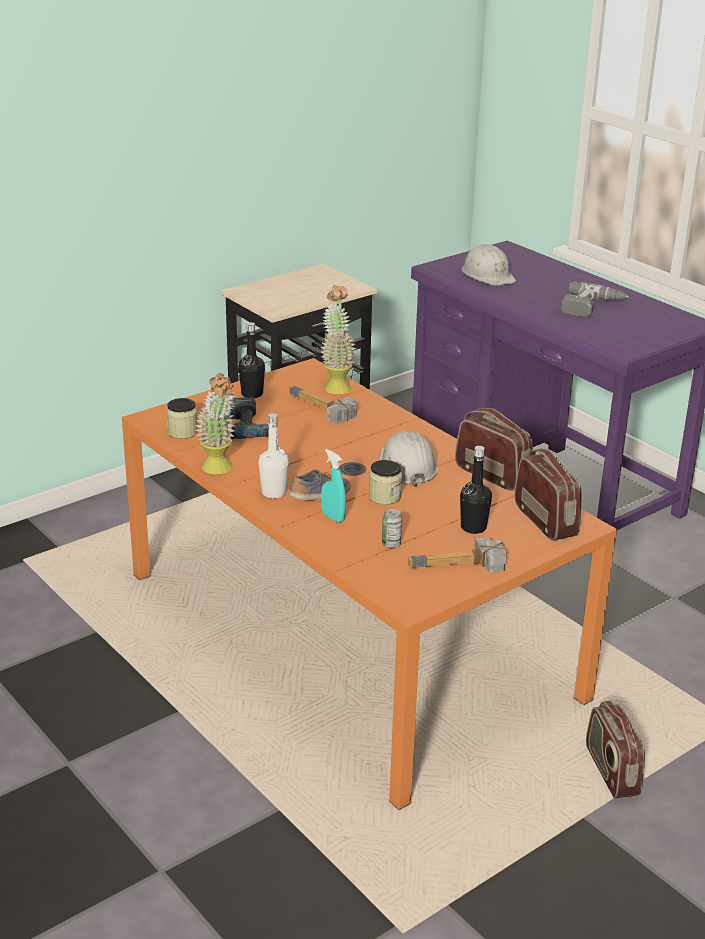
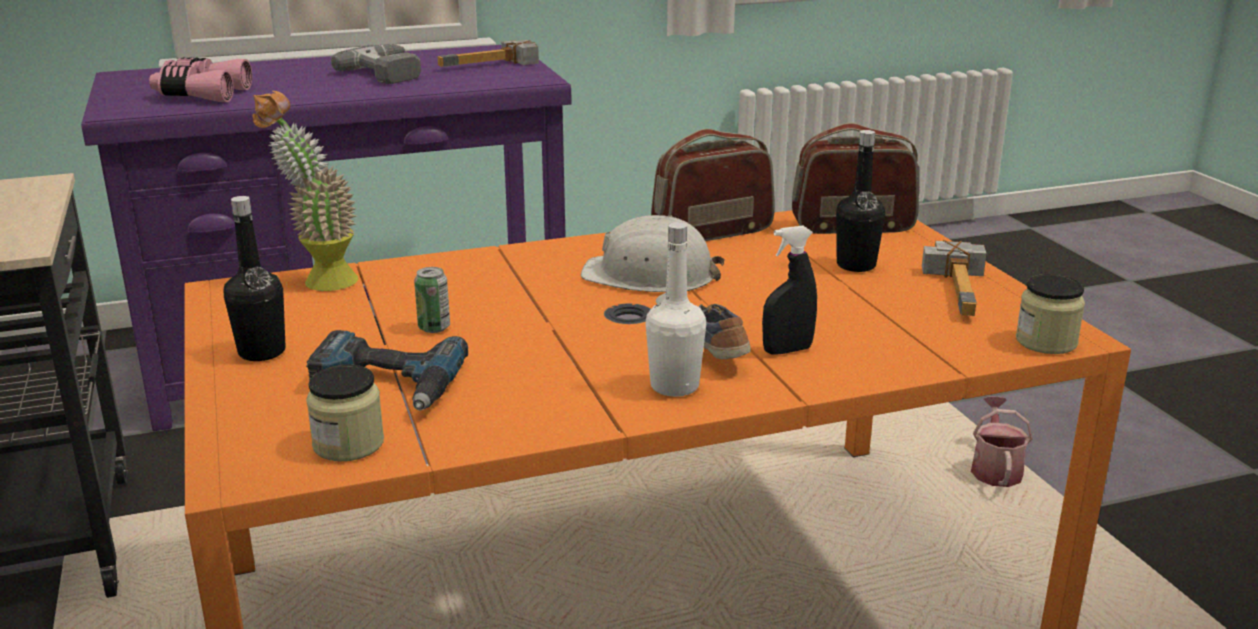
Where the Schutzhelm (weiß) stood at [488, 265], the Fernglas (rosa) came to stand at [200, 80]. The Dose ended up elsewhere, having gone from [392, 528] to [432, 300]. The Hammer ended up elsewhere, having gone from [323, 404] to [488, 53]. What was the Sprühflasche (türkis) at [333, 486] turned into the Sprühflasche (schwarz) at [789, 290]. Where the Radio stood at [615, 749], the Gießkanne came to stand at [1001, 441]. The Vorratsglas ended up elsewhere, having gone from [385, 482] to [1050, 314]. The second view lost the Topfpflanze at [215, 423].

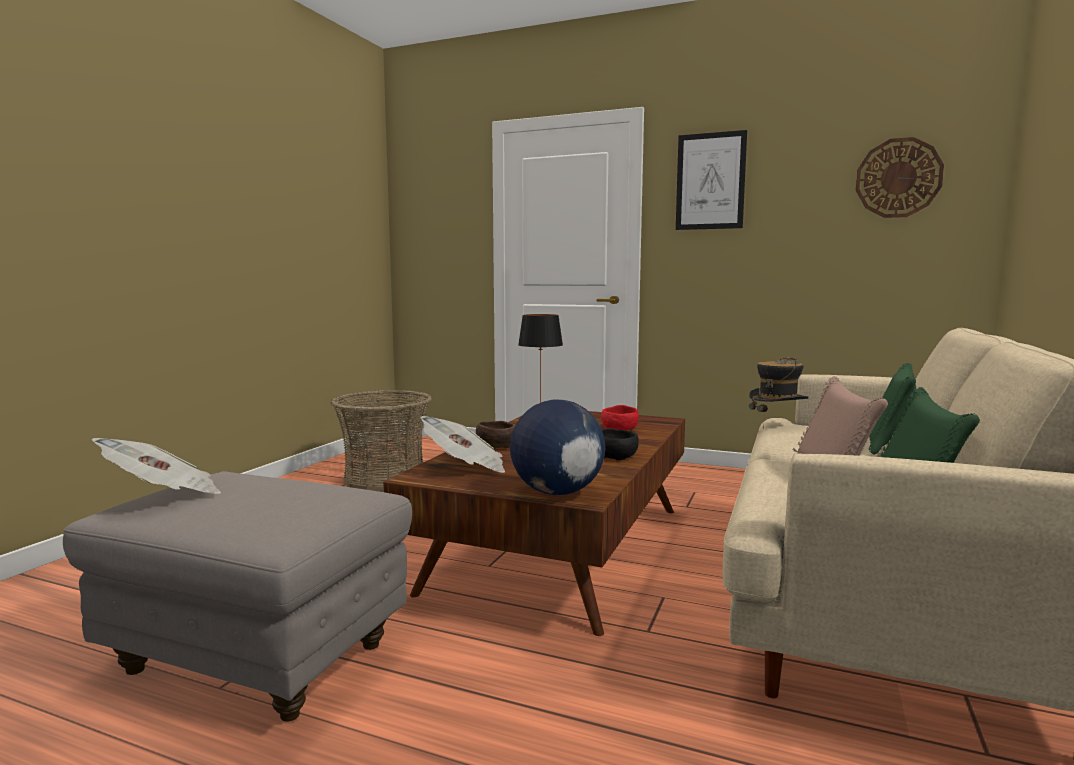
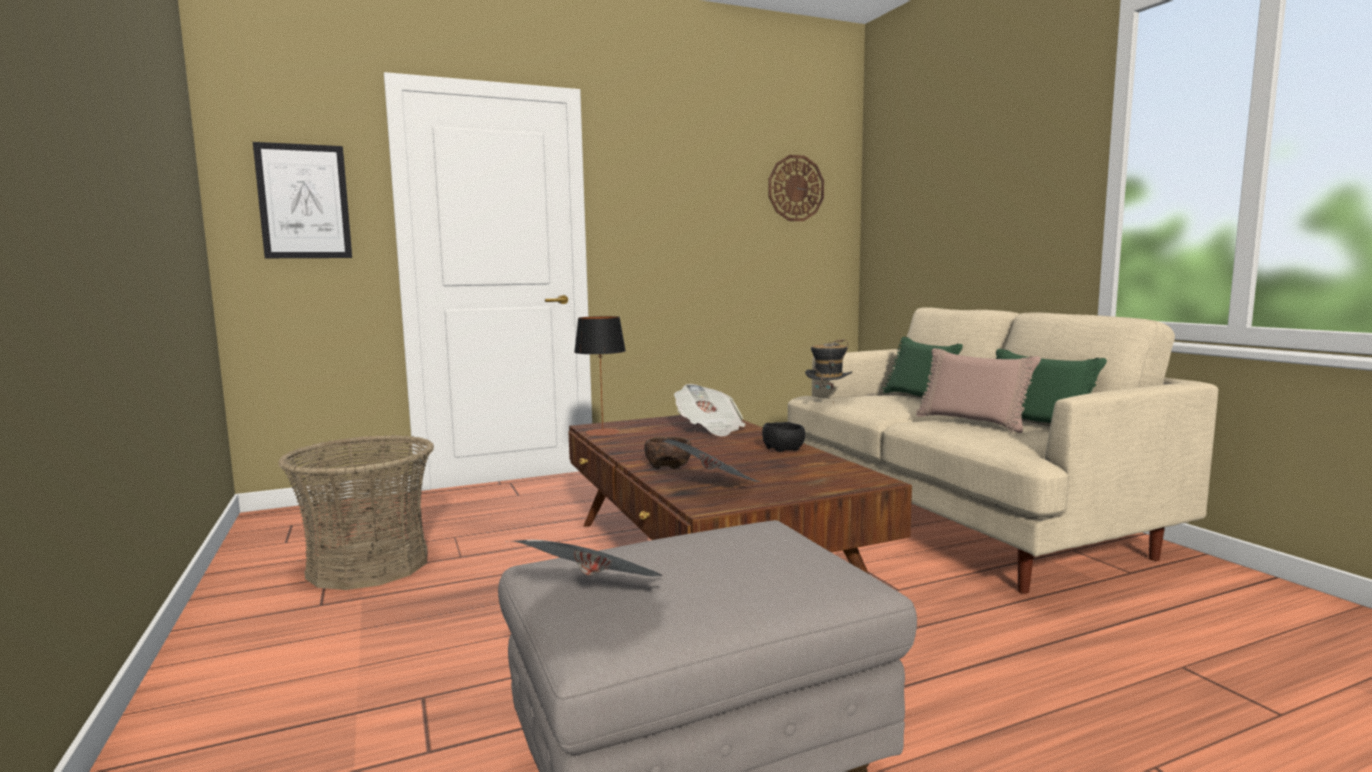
The Bild ended up elsewhere, having gone from [711, 180] to [302, 200]. Where the Schüssel (rot) stood at [620, 418], the Zeitung came to stand at [710, 410]. The second view lost the Globus at [557, 447].

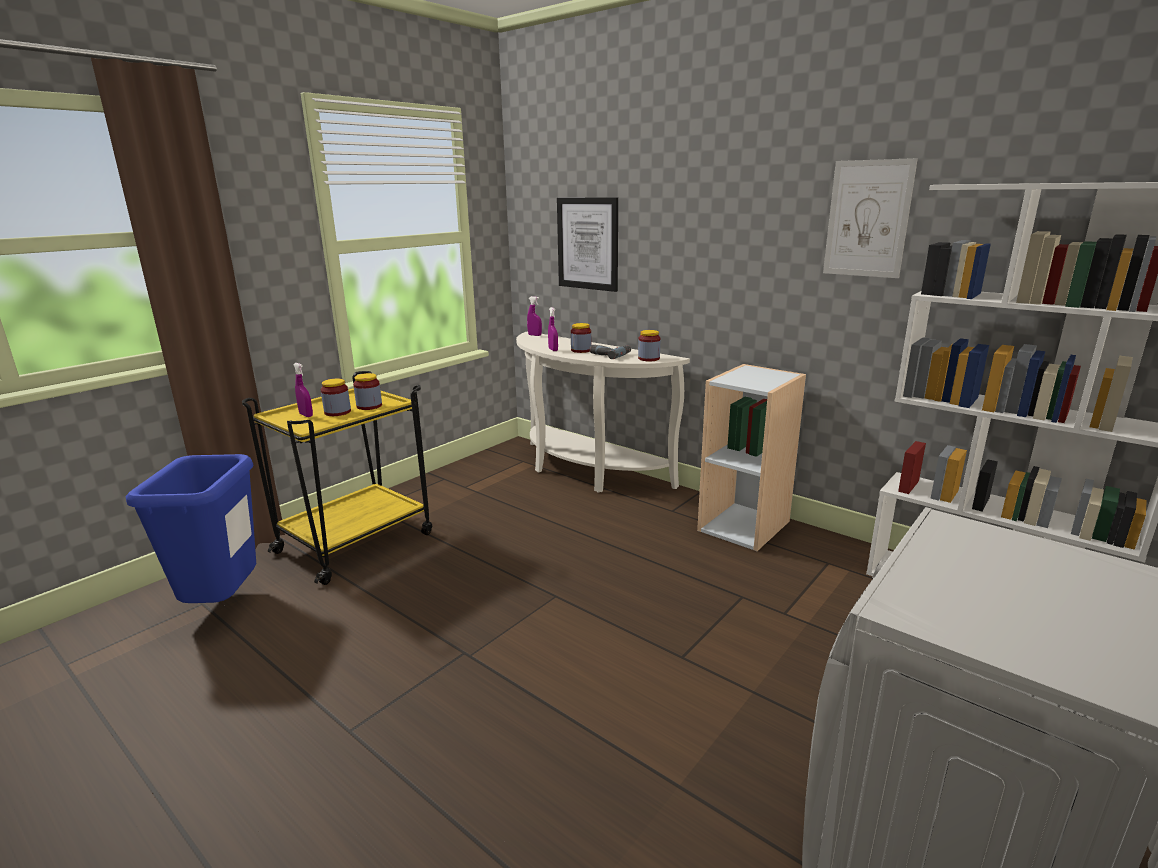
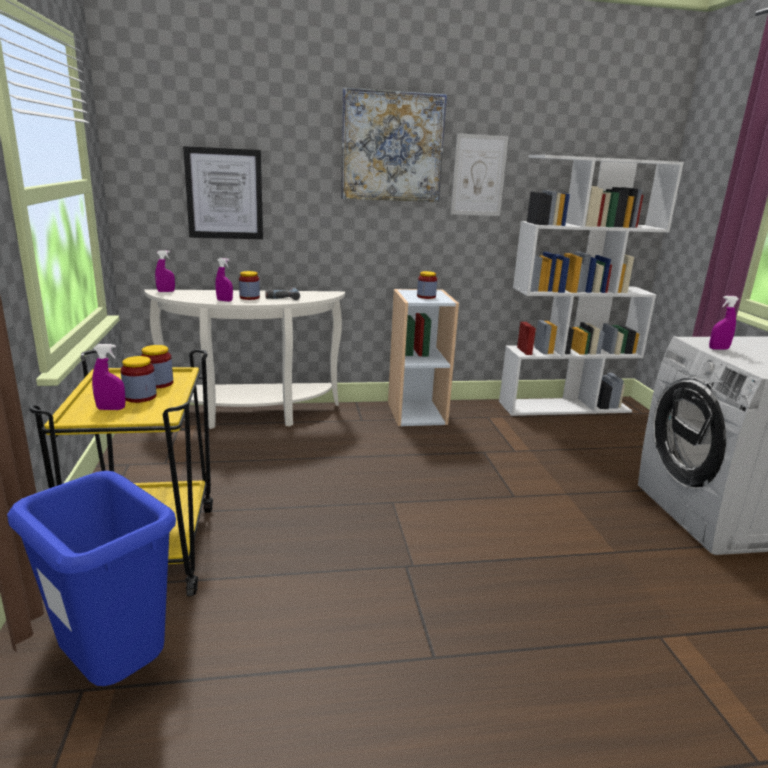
The second view gained the Bild at [394, 145]. The Vorratsglas ended up elsewhere, having gone from [649, 345] to [427, 285]. The second view gained the Sprühflasche (lila) at [724, 323].

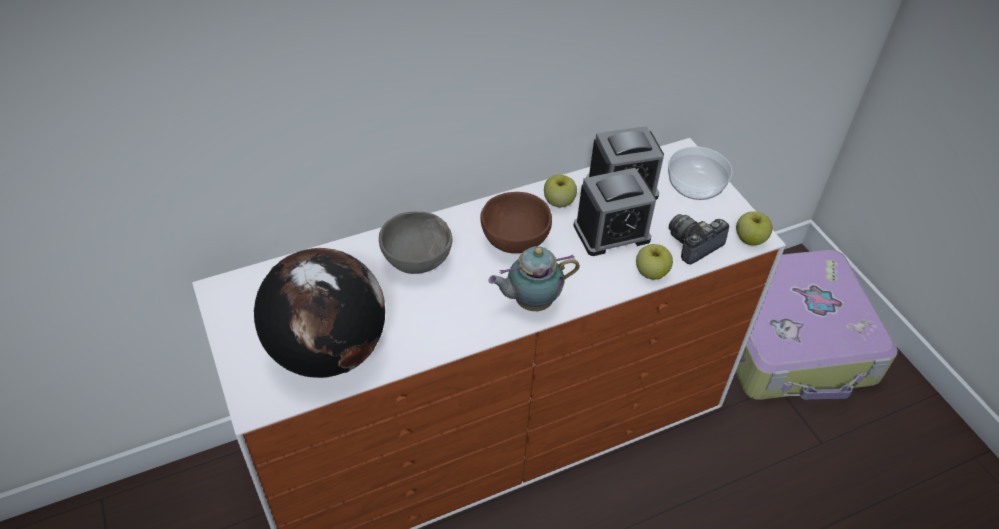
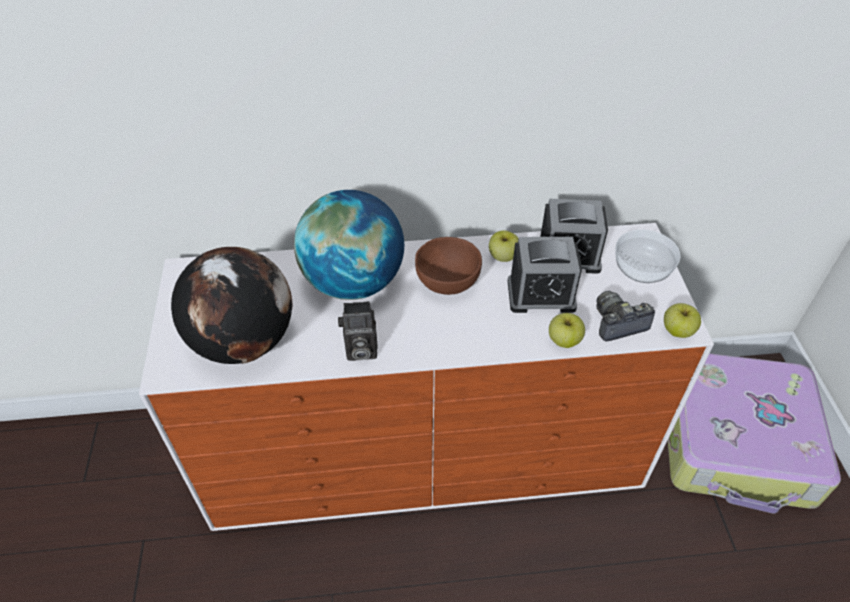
Where the Schüssel (grau) stood at [416, 243], the Globus came to stand at [349, 245]. The second view gained the Kamera at [358, 331]. The second view lost the Teekanne at [534, 278].

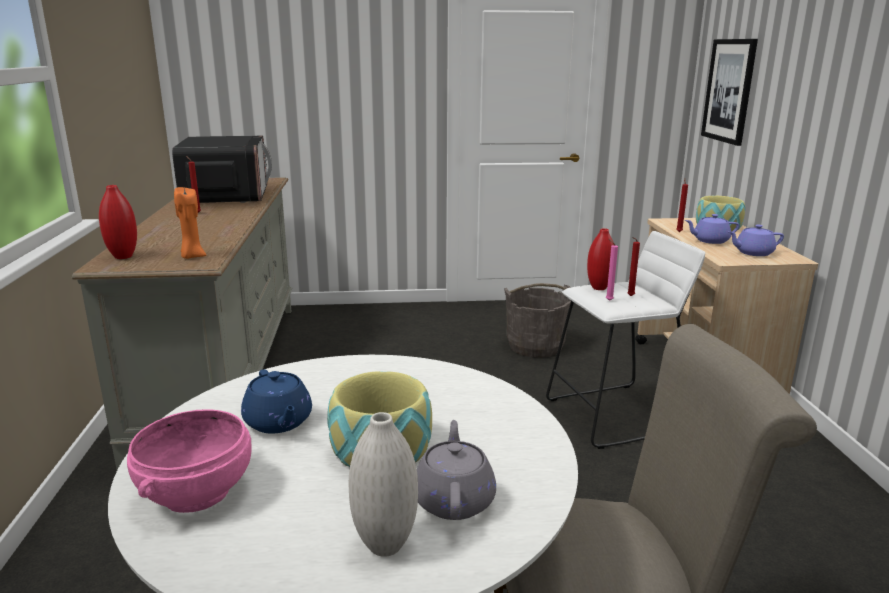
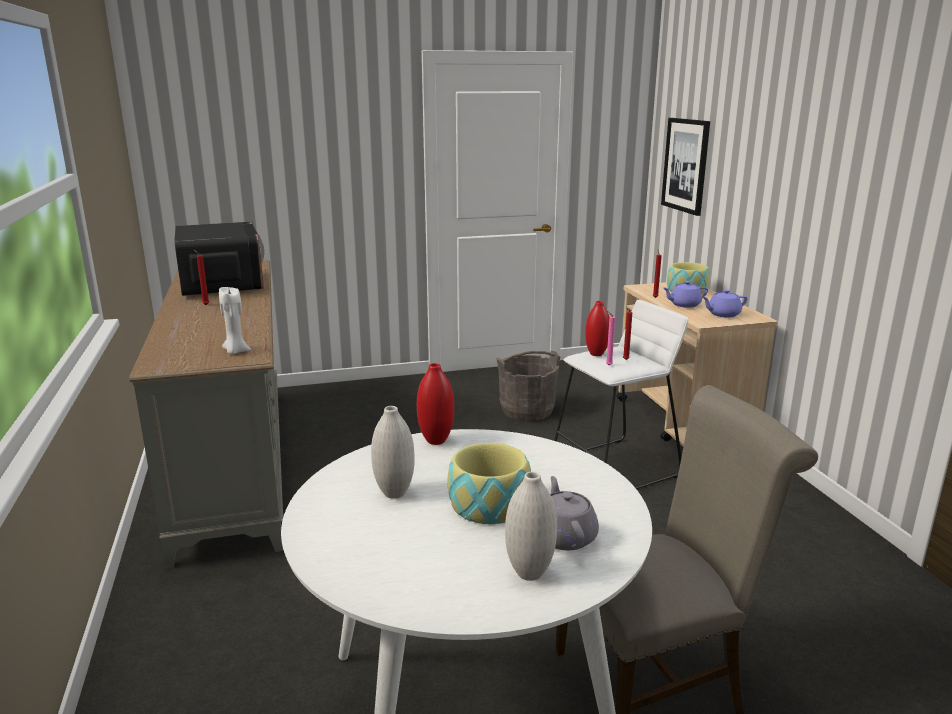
What was the Kerze (orange) at [190, 223] turned into the Kerze (weiß) at [235, 320]. Where the Teekanne (blau) stood at [276, 401], the Vase (weiß) came to stand at [393, 452]. The Vase (rot) ended up elsewhere, having gone from [118, 222] to [435, 404]. The second view lost the Schüssel (rosa) at [189, 461].

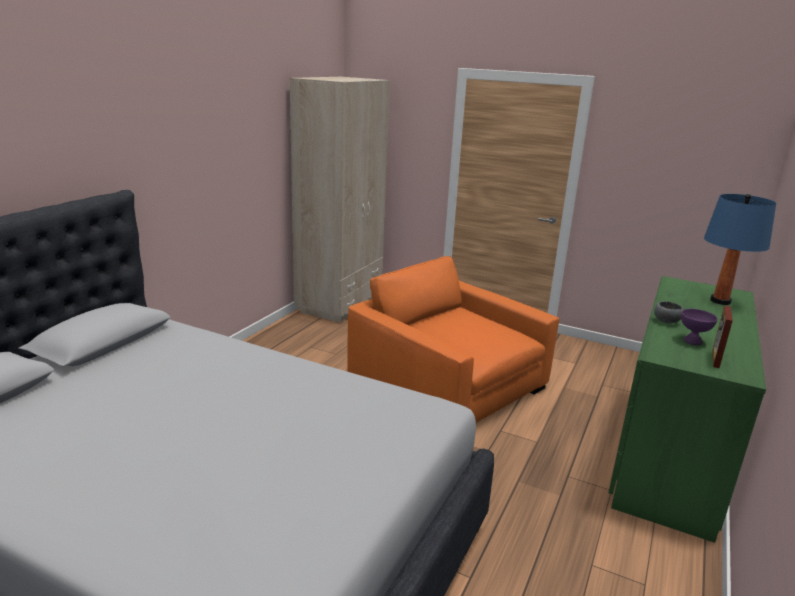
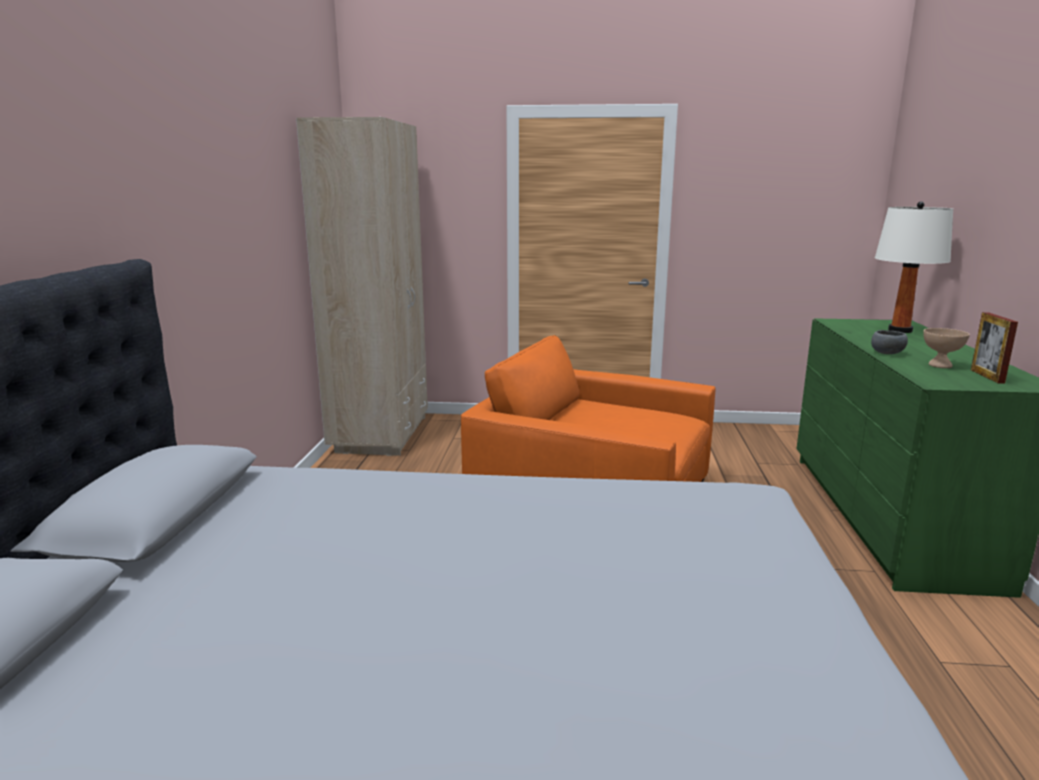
What was the Tischlampe (blau) at [740, 249] turned into the Tischlampe (weiß) at [914, 267]. What was the Schüssel (lila) at [699, 327] turned into the Schüssel (beige) at [946, 348].

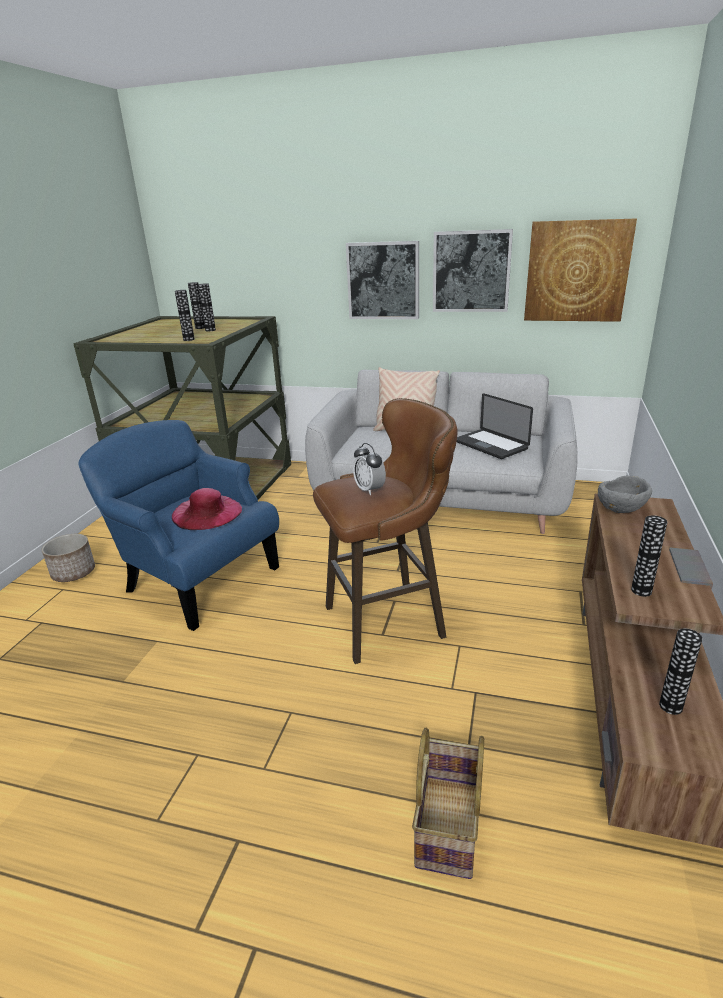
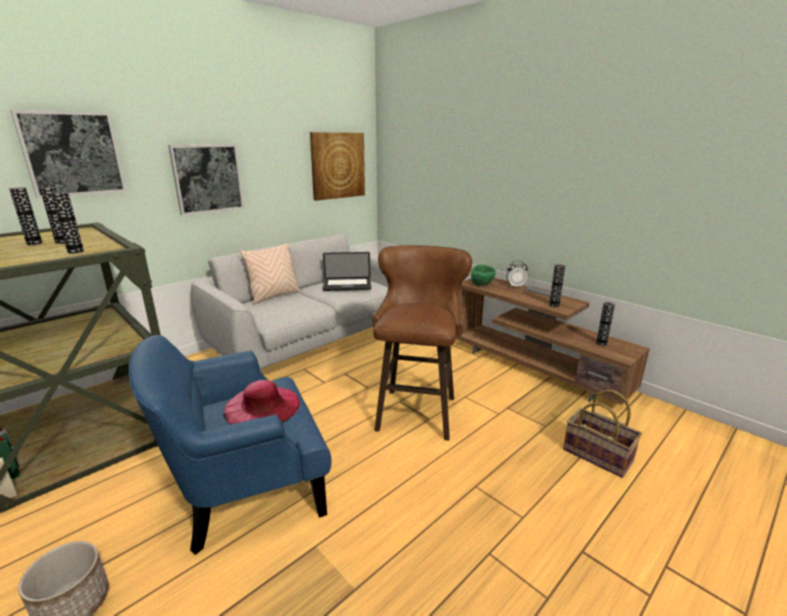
The Bild ended up elsewhere, having gone from [473, 270] to [69, 154]. What was the Schüssel (grau) at [625, 494] turned into the Schüssel (grün) at [483, 275]. The Wecker ended up elsewhere, having gone from [369, 469] to [517, 273].

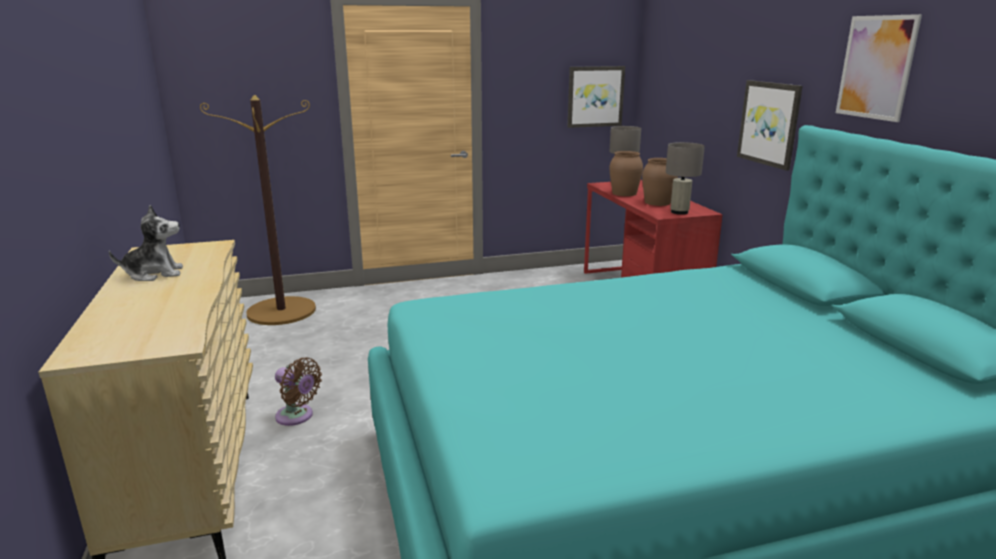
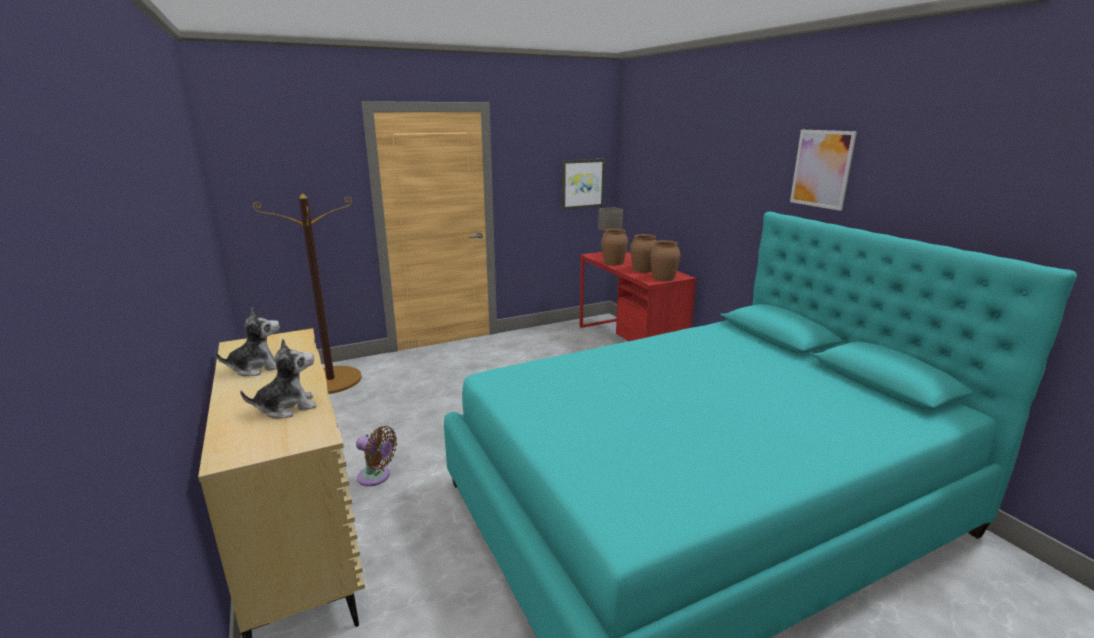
The second view gained the Plüschtier at [278, 379]. Where the Tischlampe (grau) stood at [685, 178], the Vase (braun) came to stand at [665, 260]. The second view lost the Bild at [770, 125].

